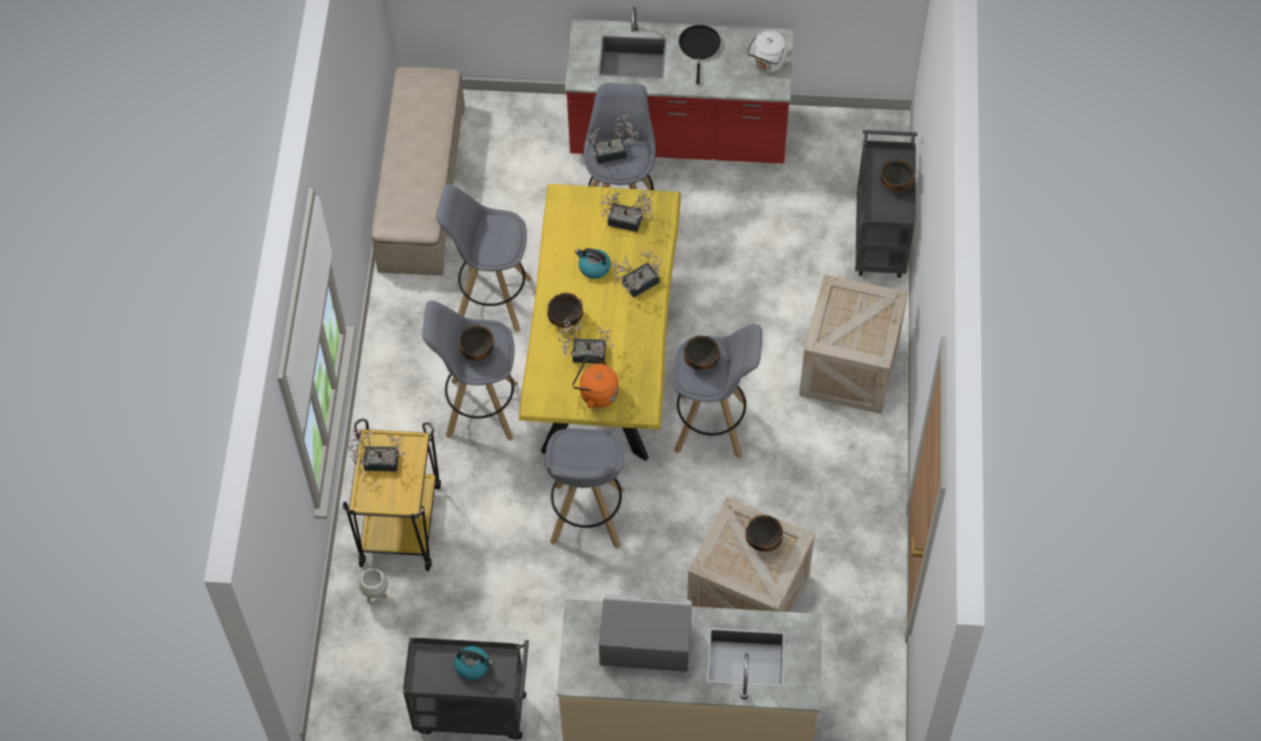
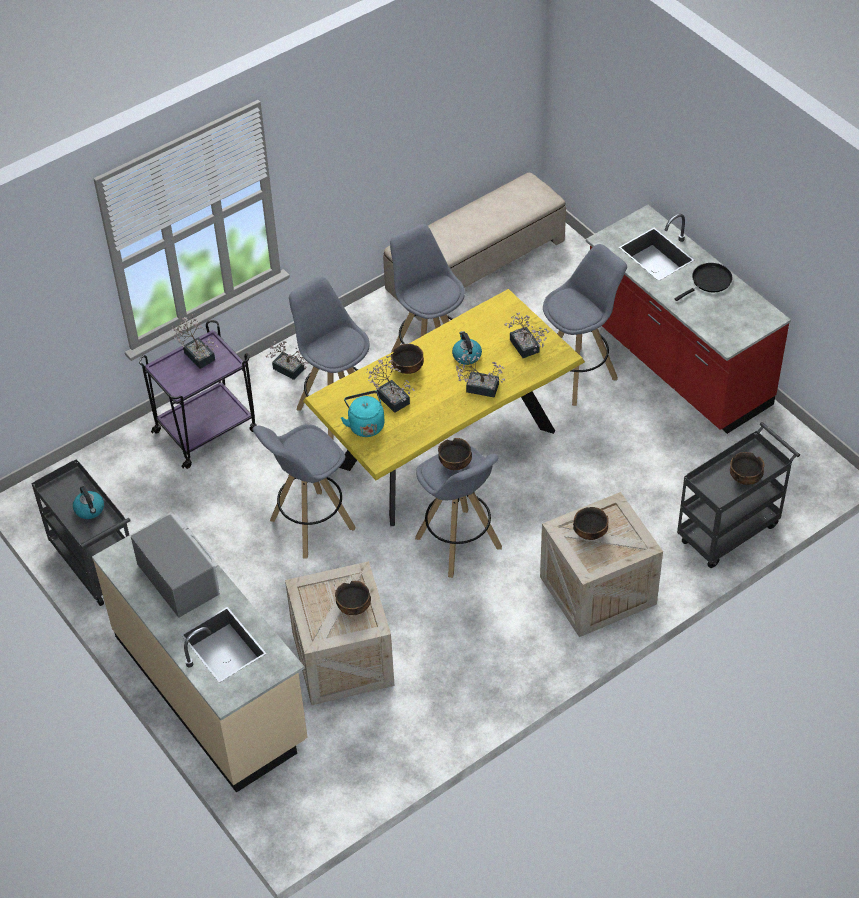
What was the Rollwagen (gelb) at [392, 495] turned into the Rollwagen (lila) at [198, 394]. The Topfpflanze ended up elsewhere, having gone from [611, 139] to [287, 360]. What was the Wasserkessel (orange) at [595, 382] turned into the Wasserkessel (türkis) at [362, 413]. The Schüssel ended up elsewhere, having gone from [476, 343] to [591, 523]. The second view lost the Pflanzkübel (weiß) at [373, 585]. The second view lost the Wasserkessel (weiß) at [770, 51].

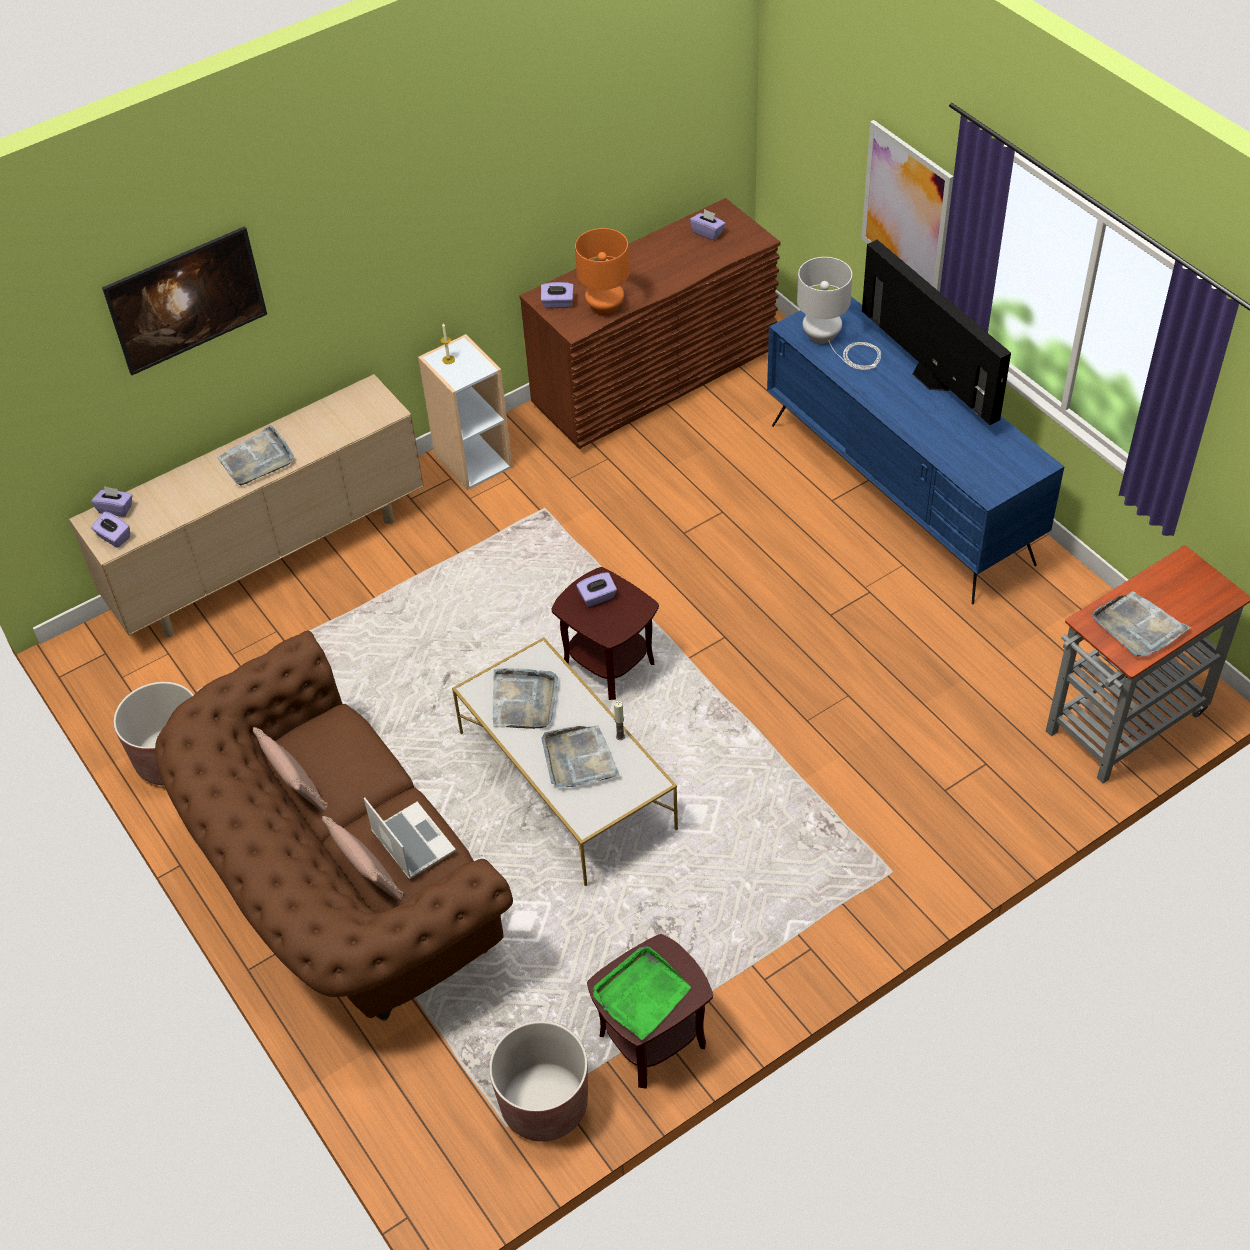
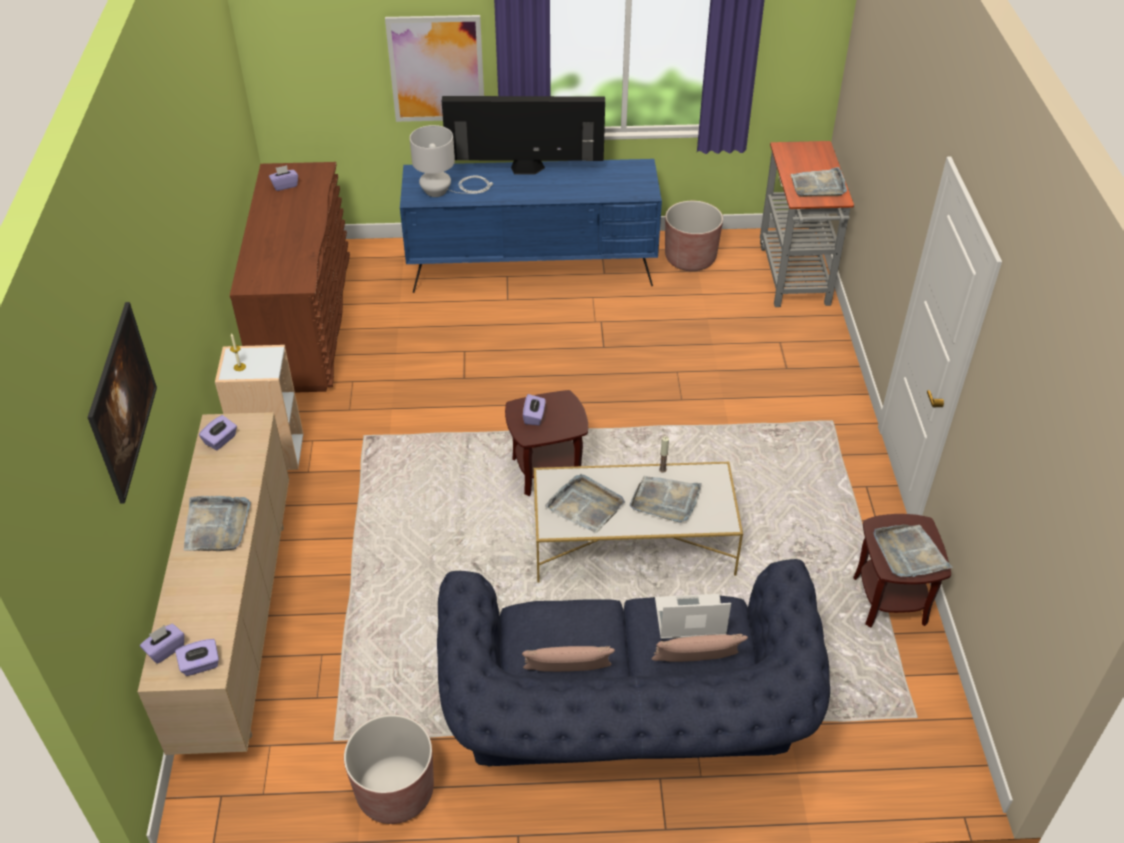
The Taschentuchbox (lila) ended up elsewhere, having gone from [557, 295] to [218, 432]. What was the Sofa (braun) at [334, 825] turned into the Sofa (blau) at [633, 662]. The Pflanzkübel (braun) ended up elsewhere, having gone from [538, 1081] to [694, 236]. What was the Tablett (grün) at [642, 993] turned into the Tablett (grau) at [913, 550]. The second view lost the Tischlampe (orange) at [602, 271].

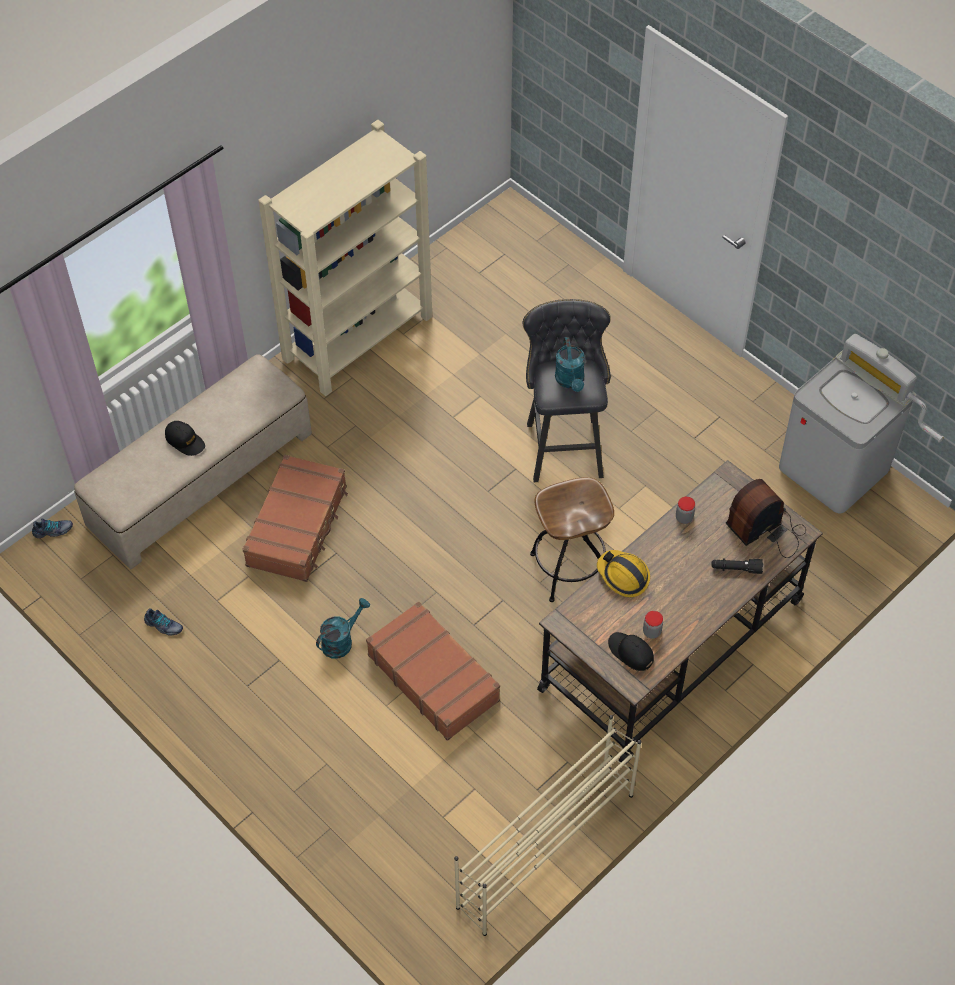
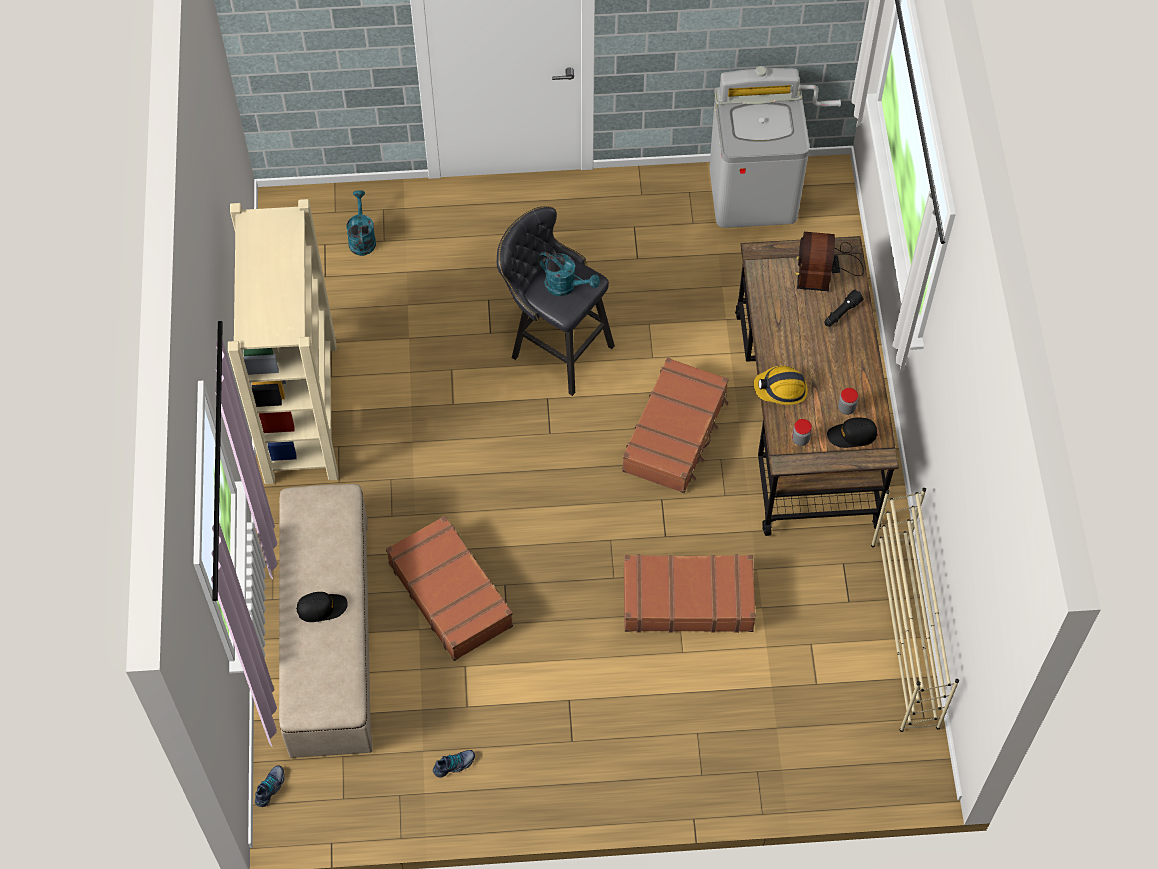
The Gießkanne (türkis) ended up elsewhere, having gone from [343, 628] to [361, 223]. Where the Hocker (braun) stood at [572, 539], the Koffer (braun) came to stand at [675, 425]. The Vorratsglas ended up elsewhere, having gone from [685, 510] to [802, 432].

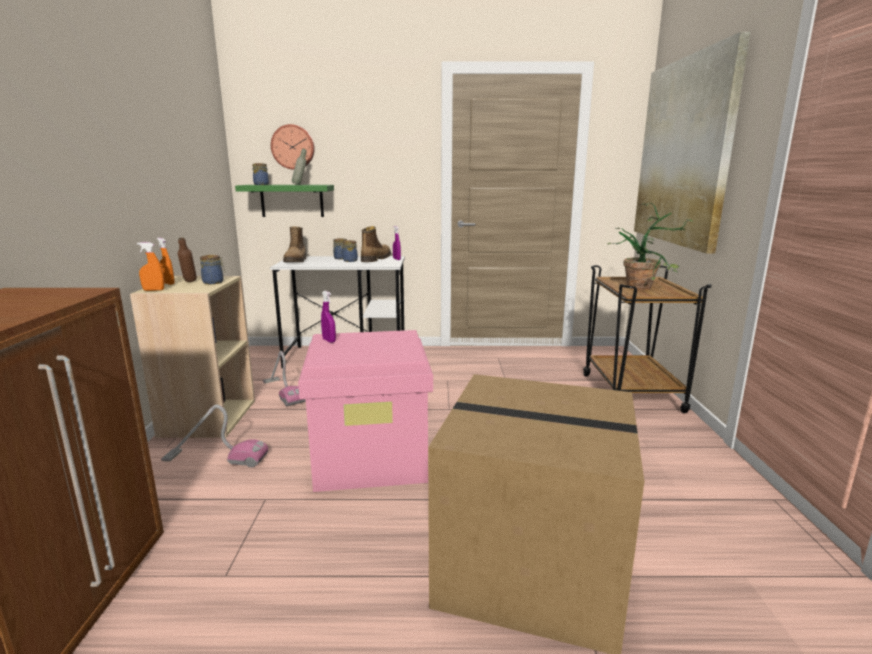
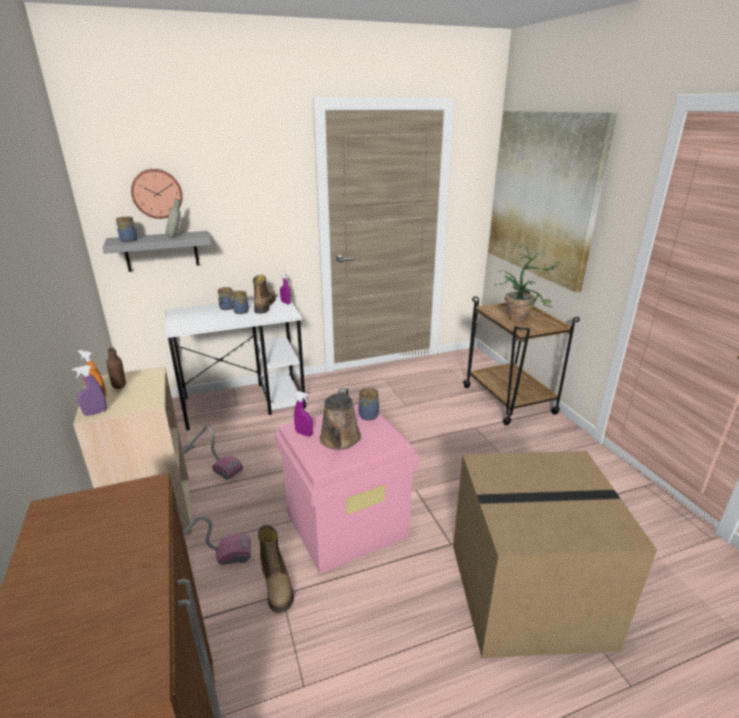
What was the Sprühflasche (orange) at [150, 266] turned into the Sprühflasche (lila) at [89, 390]. What was the Wandregal (grün) at [284, 201] turned into the Wandregal (grau) at [156, 251]. The Stiefel ended up elsewhere, having gone from [294, 244] to [276, 569]. The second view gained the Gießkanne (braun) at [340, 419]. The Vorratsglas ended up elsewhere, having gone from [212, 269] to [369, 404].

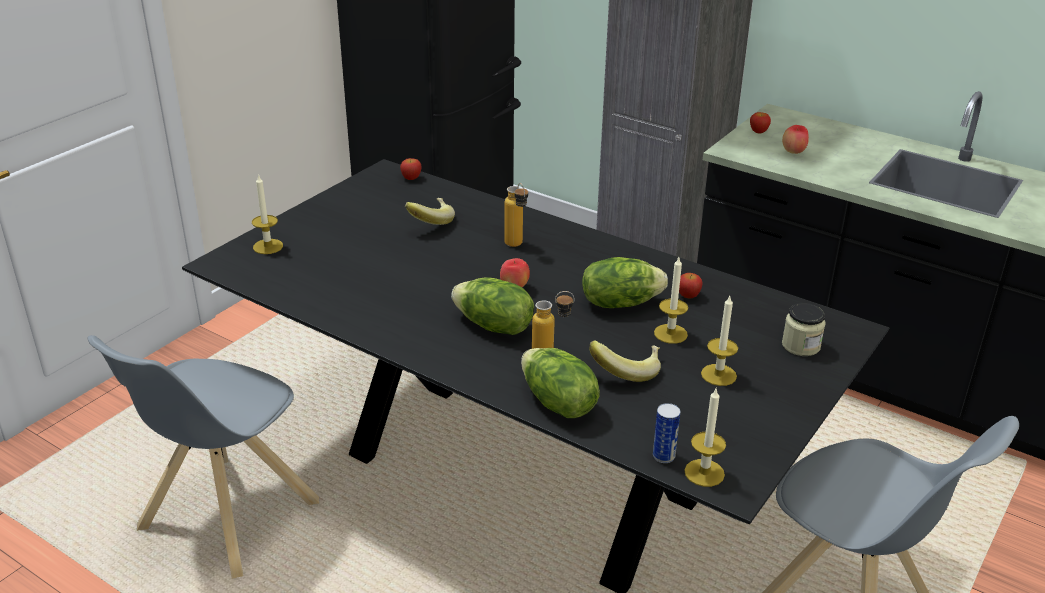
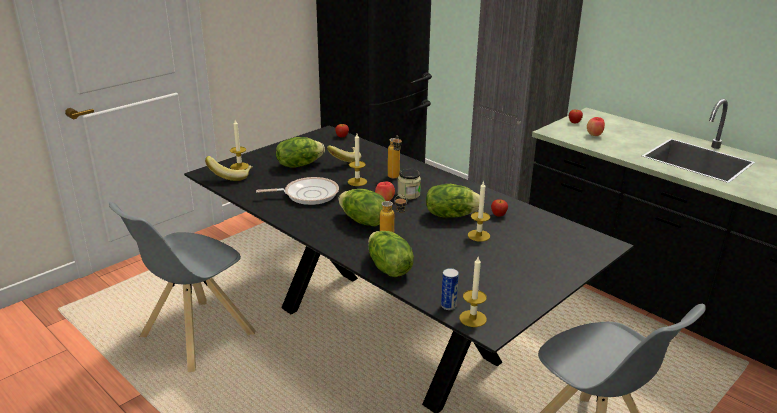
The Banane ended up elsewhere, having gone from [625, 361] to [229, 168]. The second view gained the Pfanne at [297, 191]. The second view gained the Salatkopf at [300, 152]. The Kerze ended up elsewhere, having gone from [719, 341] to [357, 160]. The Vorratsglas ended up elsewhere, having gone from [804, 329] to [409, 184].

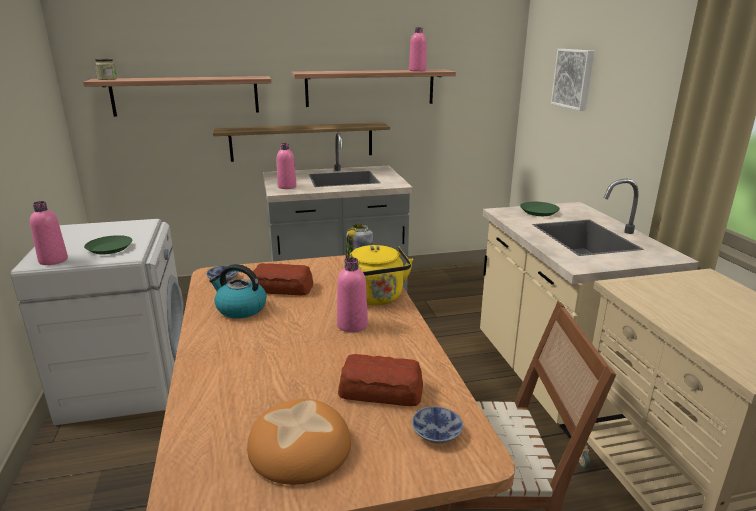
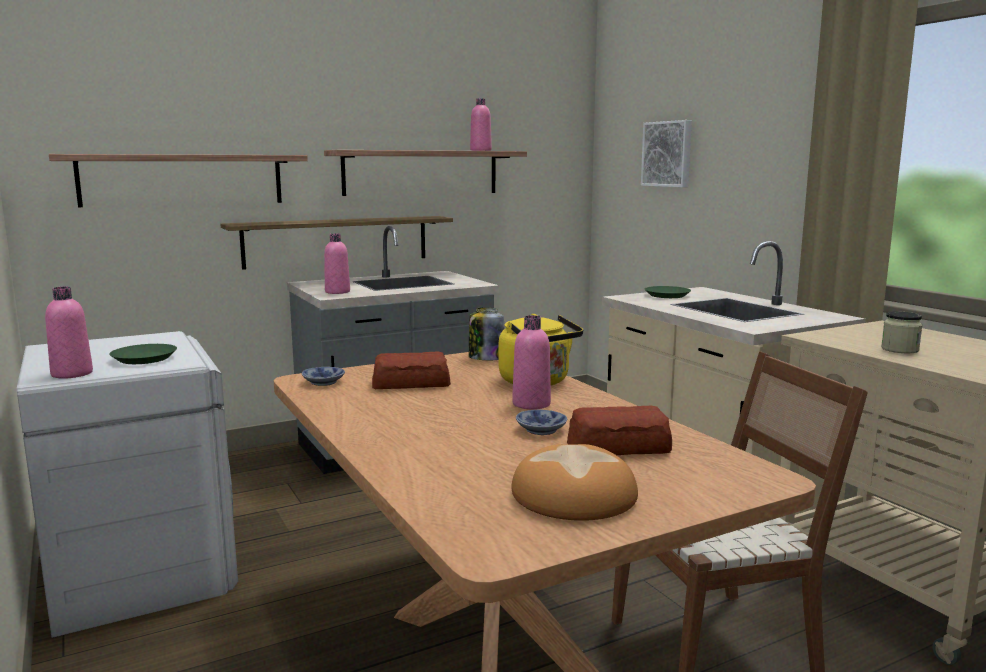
The Schüssel ended up elsewhere, having gone from [437, 425] to [541, 422]. The Vorratsglas ended up elsewhere, having gone from [106, 69] to [902, 332]. The second view lost the Wasserkessel at [238, 291].

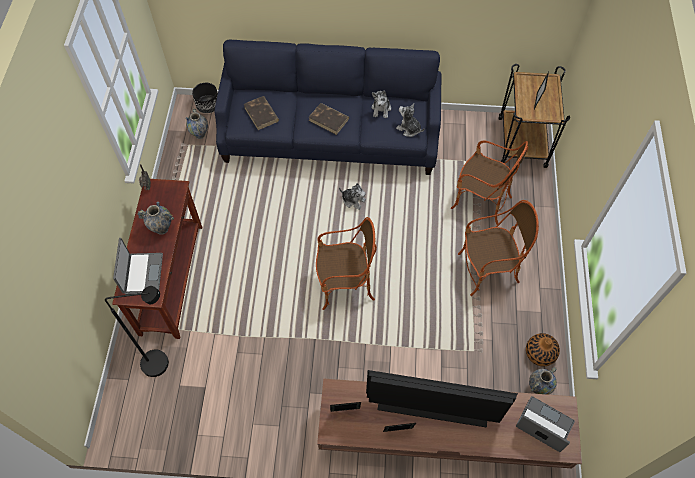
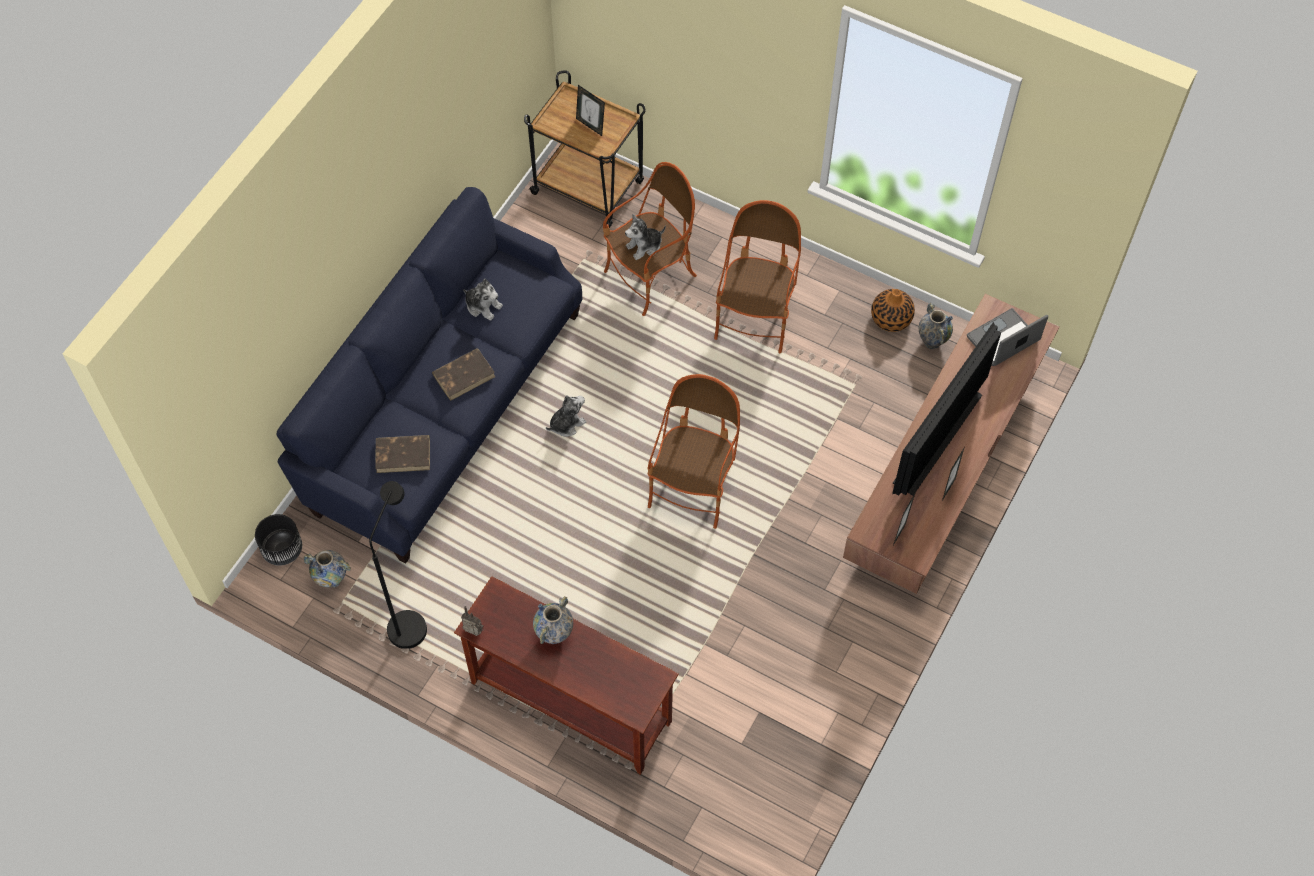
The Stehlampe (schwarz) ended up elsewhere, having gone from [137, 331] to [398, 565]. The Plüschtier ended up elsewhere, having gone from [410, 120] to [645, 237]. The second view lost the Laptop at [138, 266].

